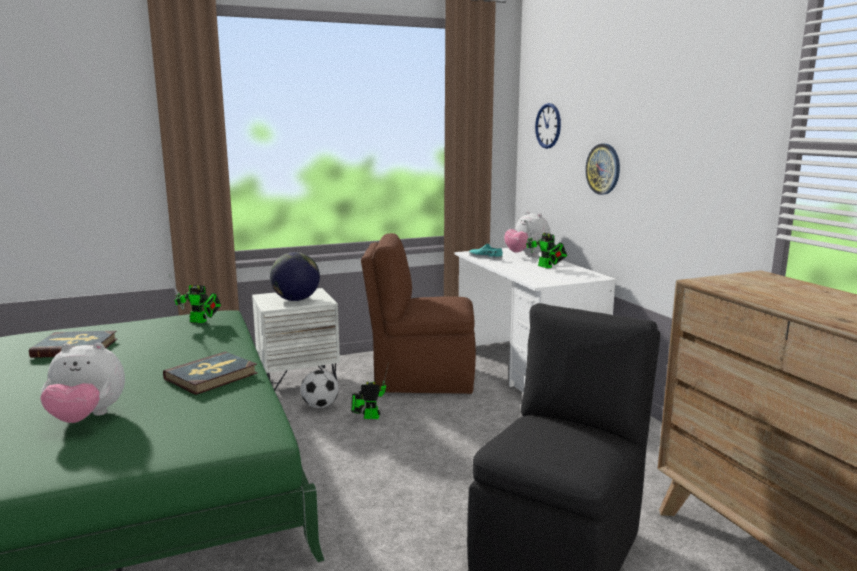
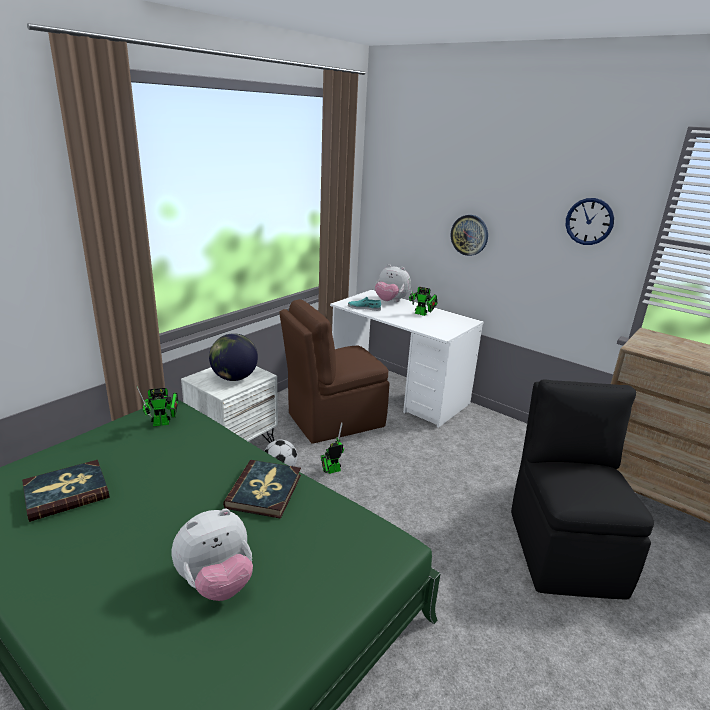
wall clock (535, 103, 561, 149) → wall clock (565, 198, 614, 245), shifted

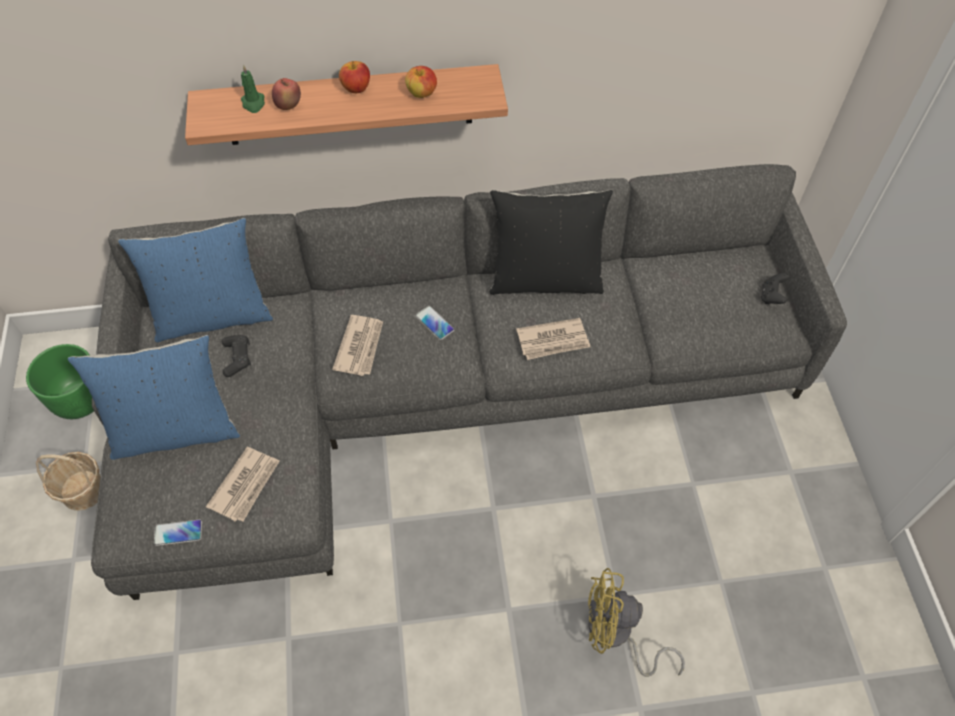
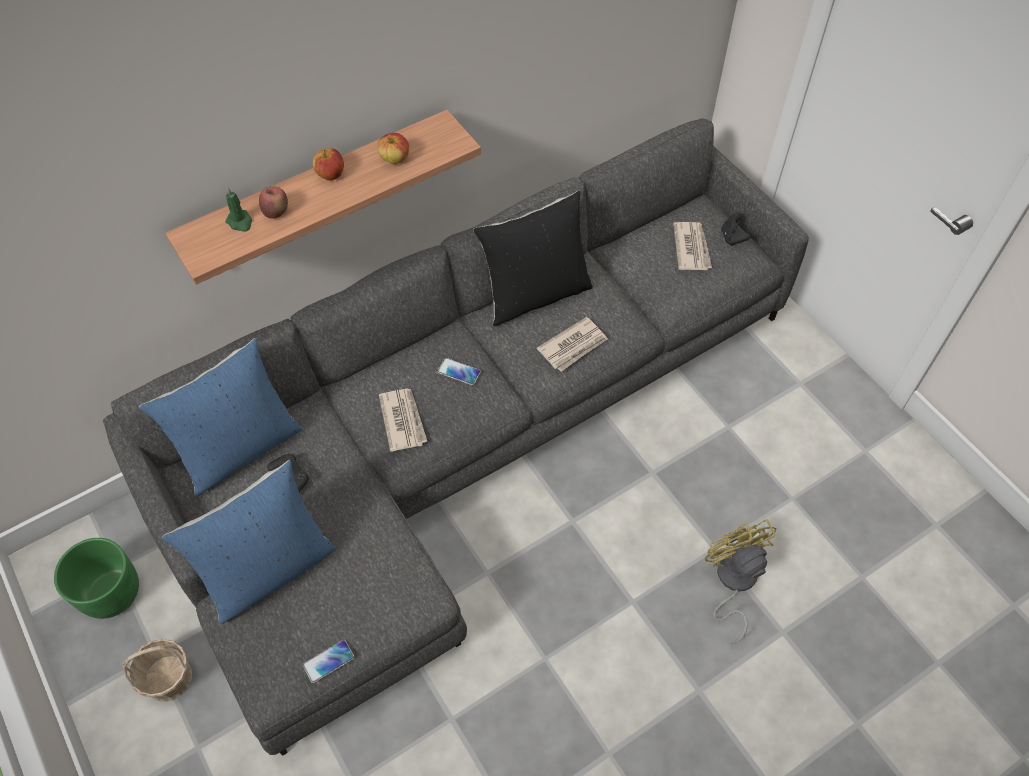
newspaper (206, 447, 279, 522) → newspaper (673, 222, 712, 270), shifted
yellow fan (588, 568, 685, 677) → yellow fan (705, 519, 776, 645), 90 degrees clockwise

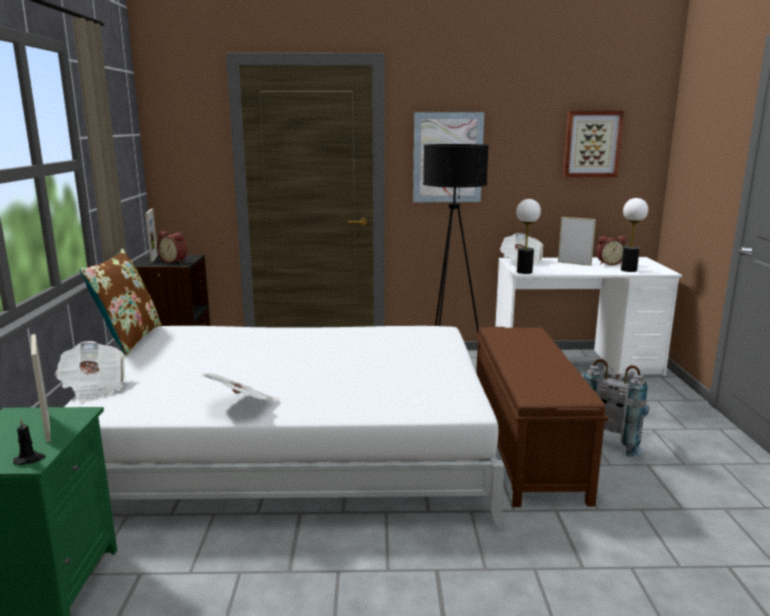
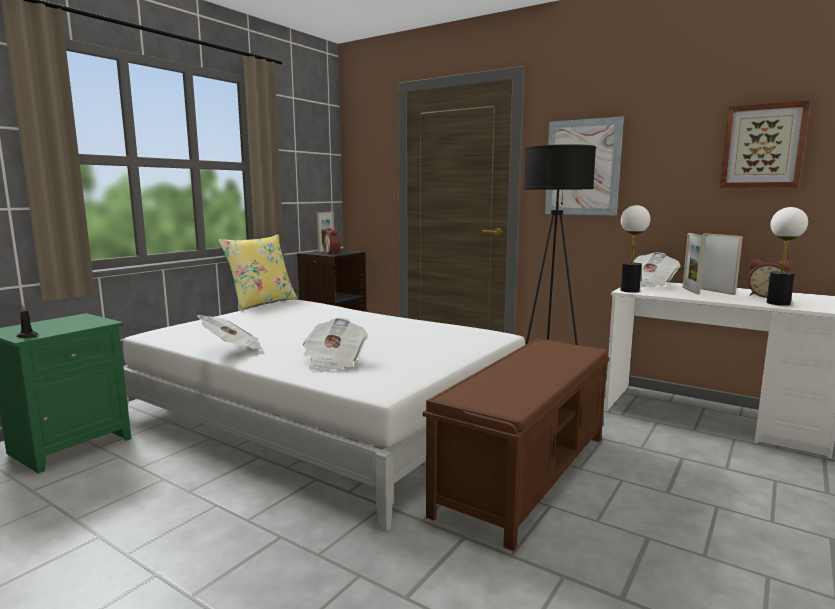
grey backpack (584, 359, 649, 457) → -
picture frame (31, 334, 51, 442) → picture frame (683, 233, 706, 295), shifted
newspaper (55, 341, 125, 402) → newspaper (303, 318, 368, 373), shifted
brown pillow (80, 249, 162, 356) → yellow pillow (218, 234, 297, 311)

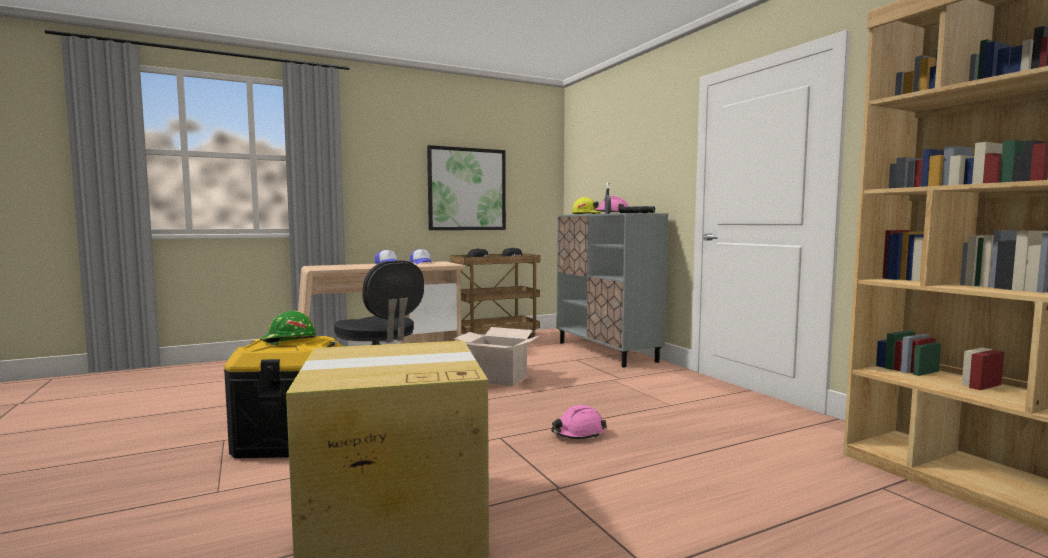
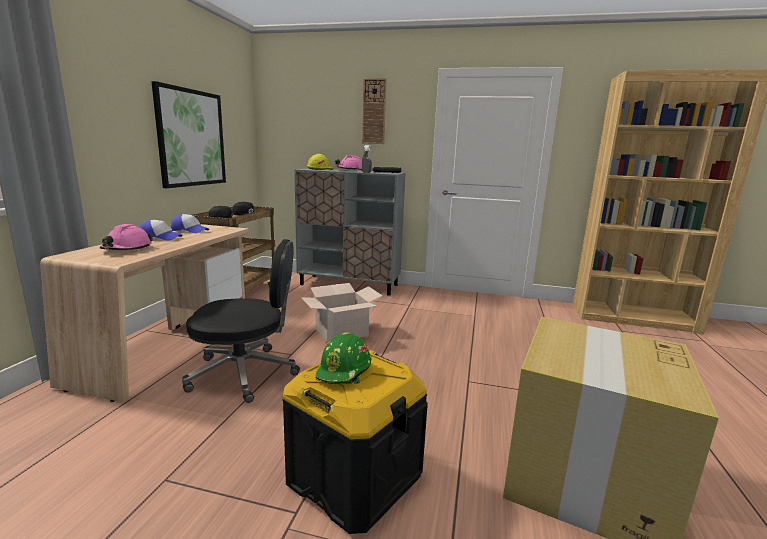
- → wall clock (362, 79, 387, 144)
pink hard hat (551, 405, 607, 439) → pink hard hat (100, 224, 153, 250), shifted

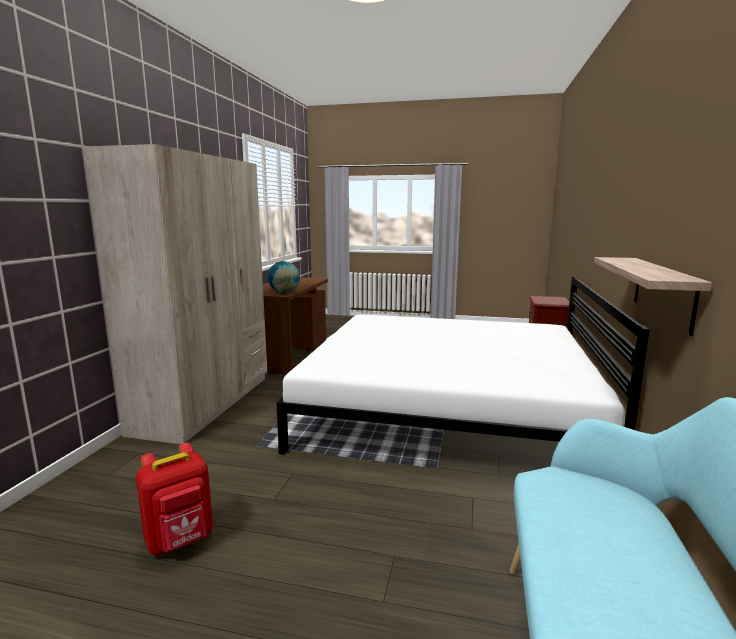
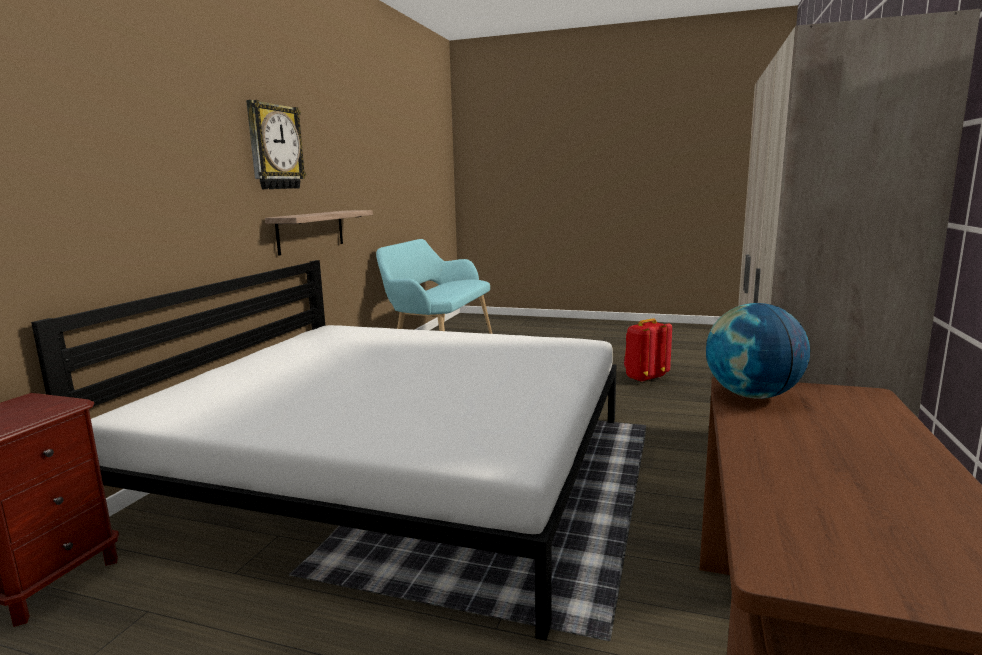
- → wall clock (246, 100, 307, 189)

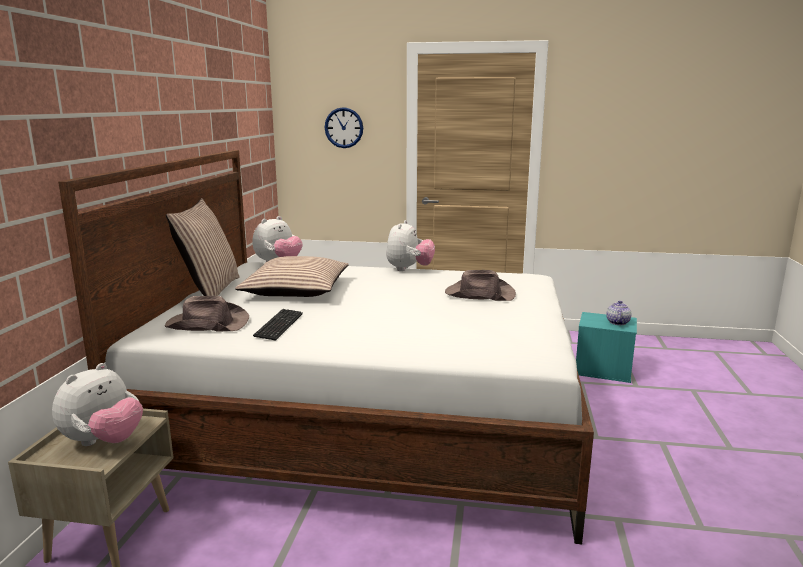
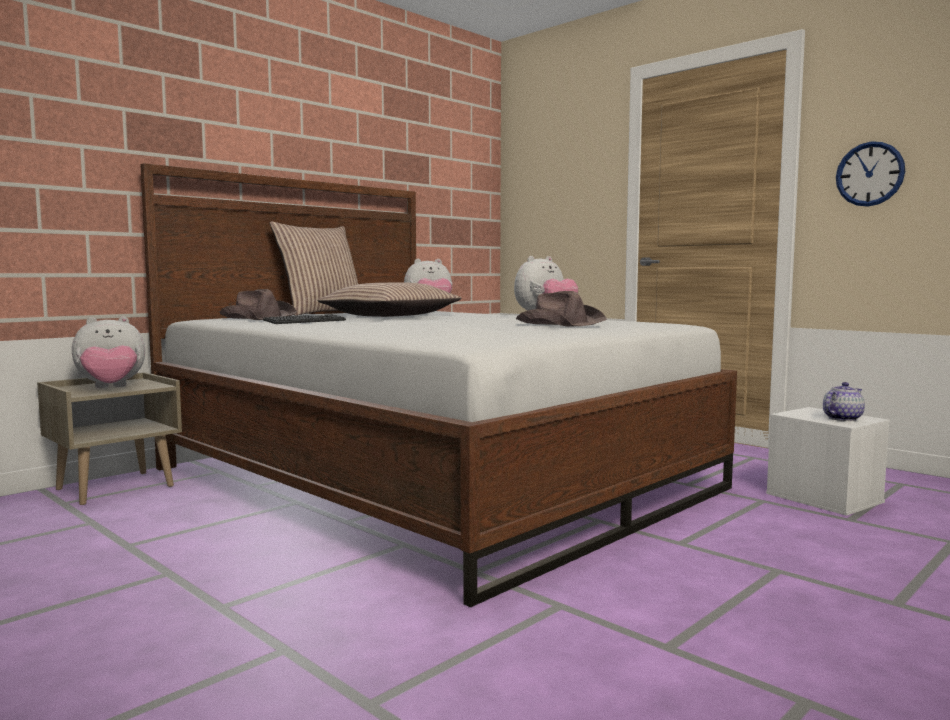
wall clock (325, 107, 363, 148) → wall clock (836, 141, 905, 207), shifted
turquoise storage box (576, 312, 637, 383) → white storage box (766, 407, 890, 516)

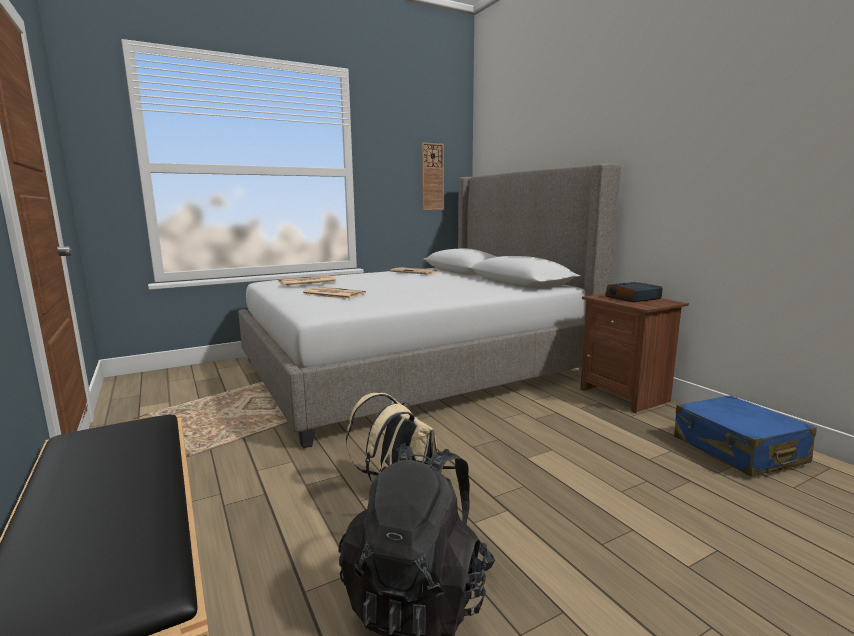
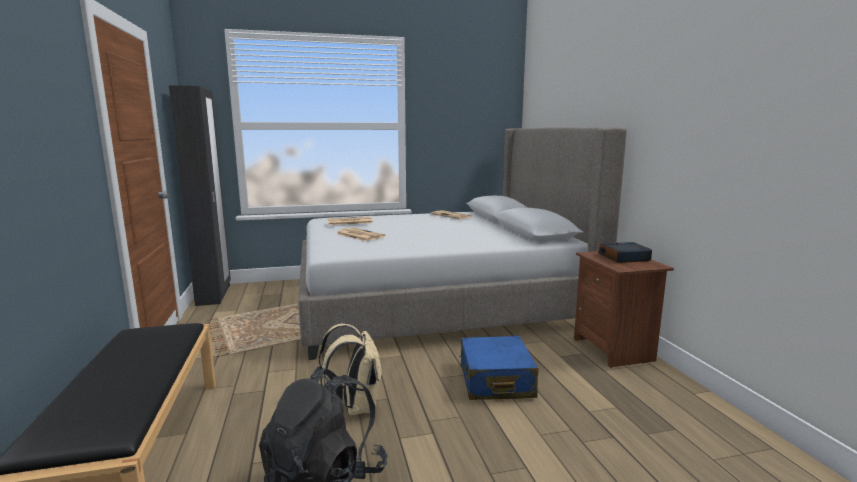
wall clock (422, 143, 444, 210) → -
- → black wardrobe (169, 85, 231, 306)
blue suitcase (674, 395, 817, 477) → blue suitcase (460, 336, 539, 400), shifted

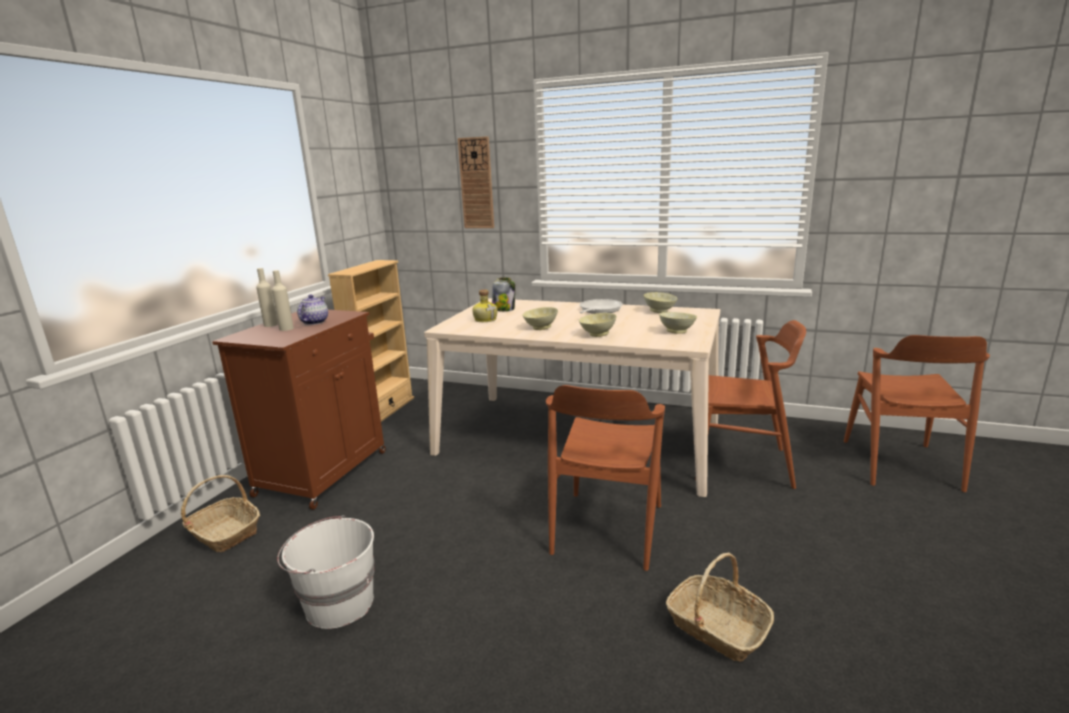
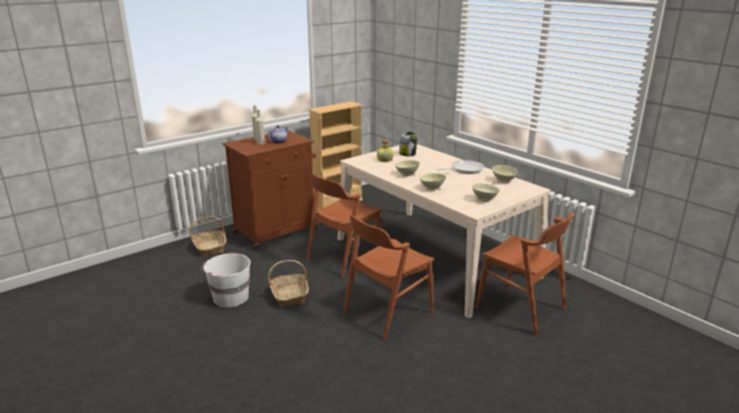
wall clock (458, 136, 494, 228) → -
basket (666, 553, 774, 662) → basket (268, 260, 309, 307), shifted
brown chair (844, 335, 990, 492) → brown chair (307, 174, 382, 278), shifted

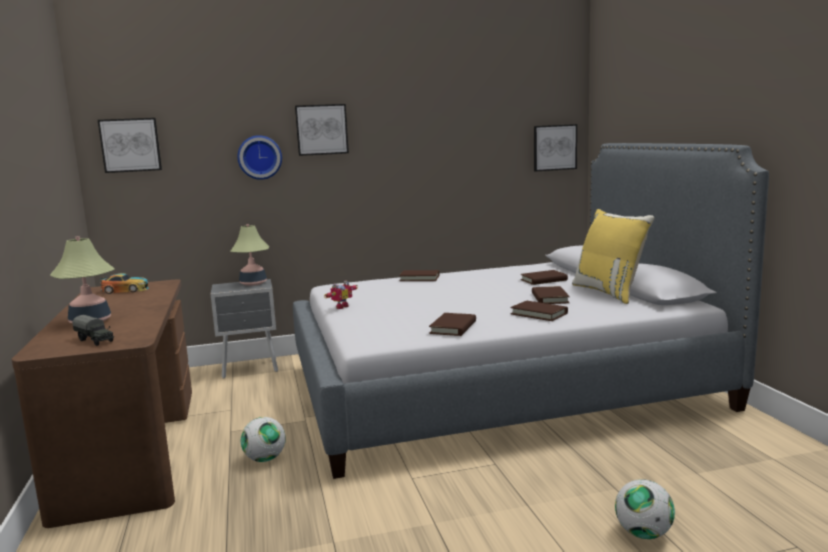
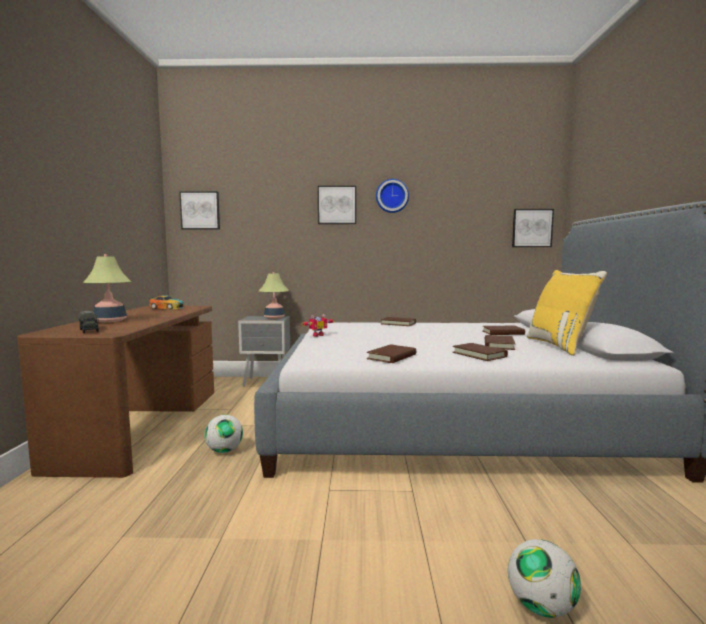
wall clock (237, 135, 282, 180) → wall clock (376, 179, 409, 213), shifted

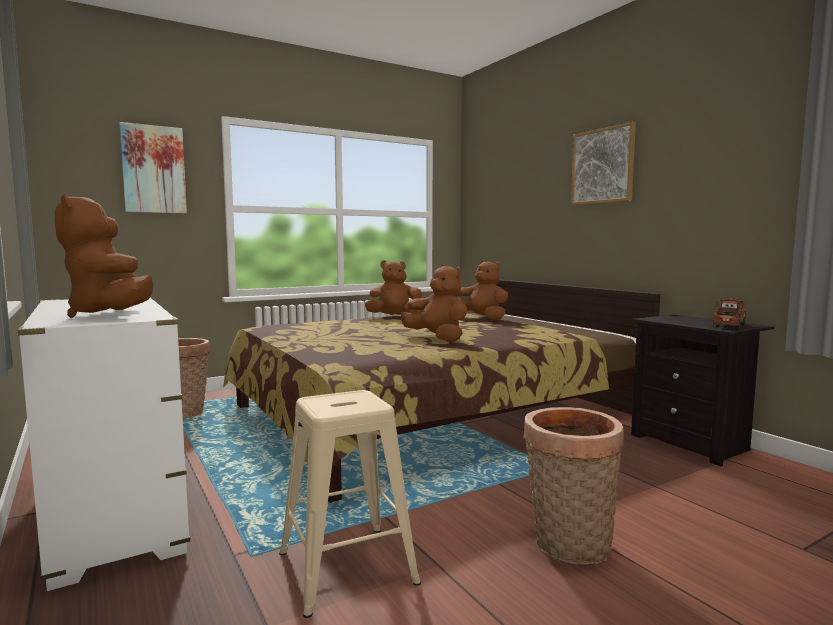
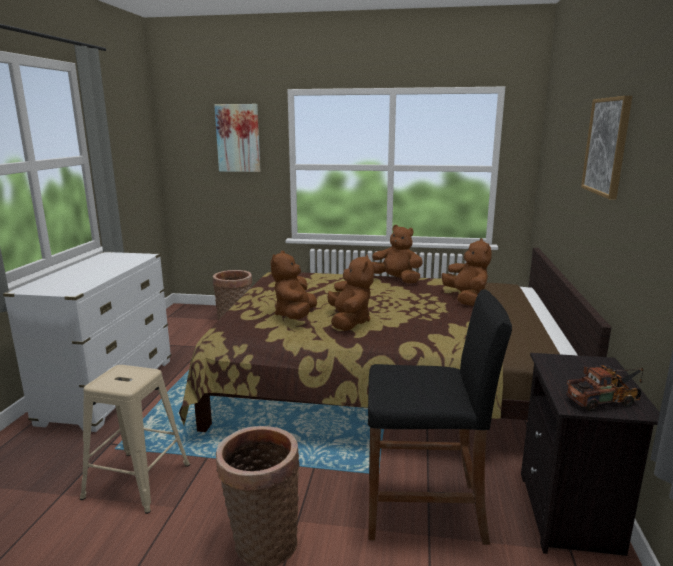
- → black stool (368, 289, 512, 545)
brown plush toy (55, 193, 154, 318) → brown plush toy (270, 251, 317, 319), shifted

